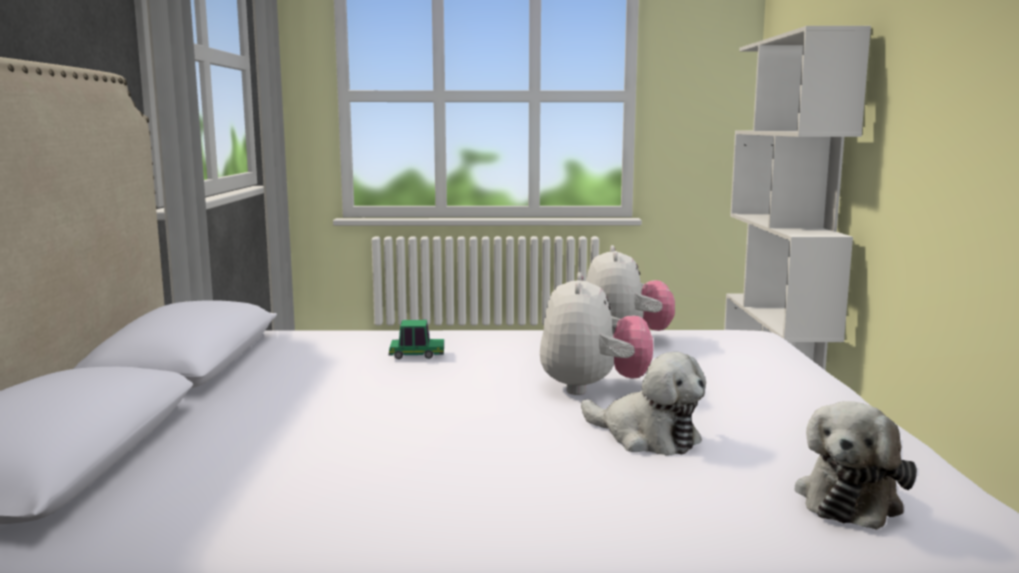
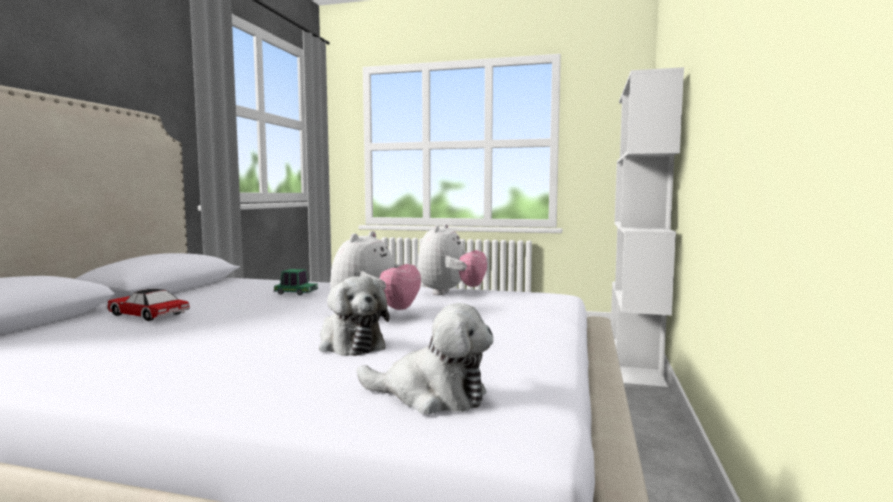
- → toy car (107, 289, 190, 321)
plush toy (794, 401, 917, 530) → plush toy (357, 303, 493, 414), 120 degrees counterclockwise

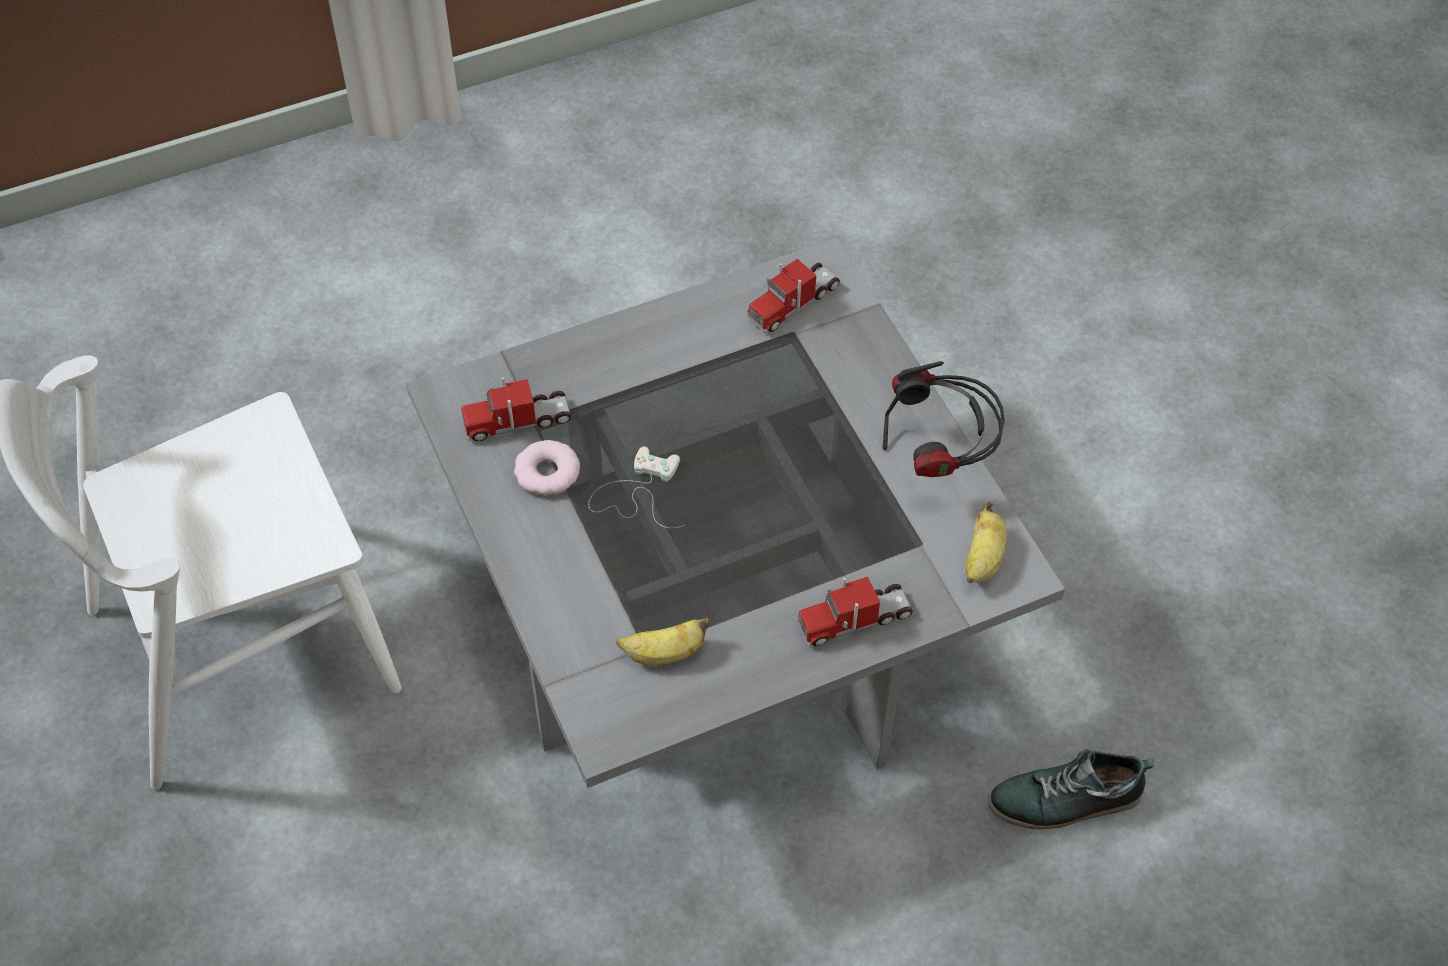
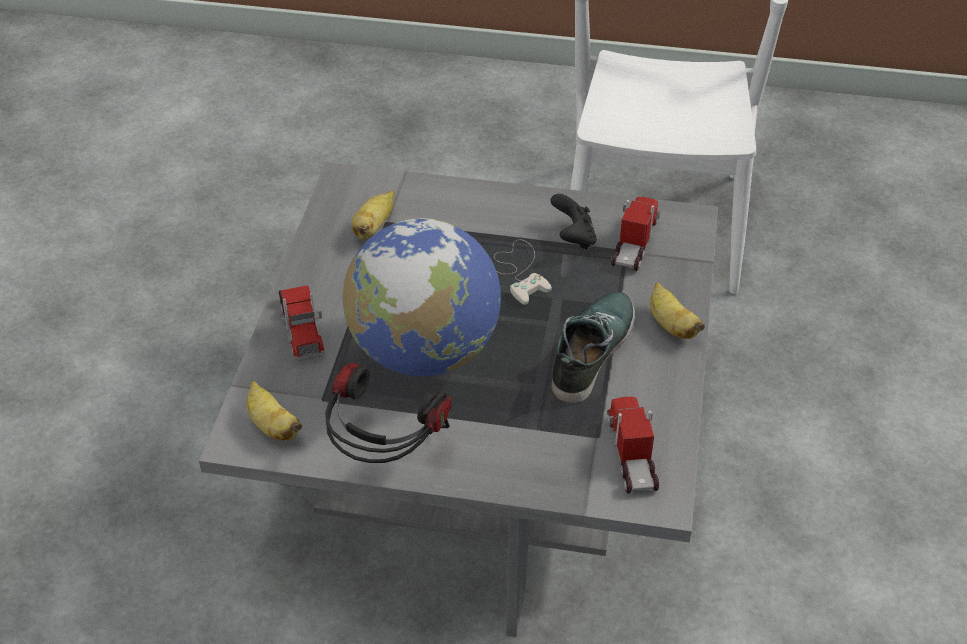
- → globe (343, 218, 501, 376)
- → banana (650, 282, 705, 339)
shoe (988, 749, 1154, 829) → shoe (551, 292, 635, 403), shifted
donut (514, 440, 580, 495) → black game controller (550, 194, 597, 249)
toy truck (797, 577, 913, 647) → toy truck (278, 285, 325, 361), 150 degrees clockwise

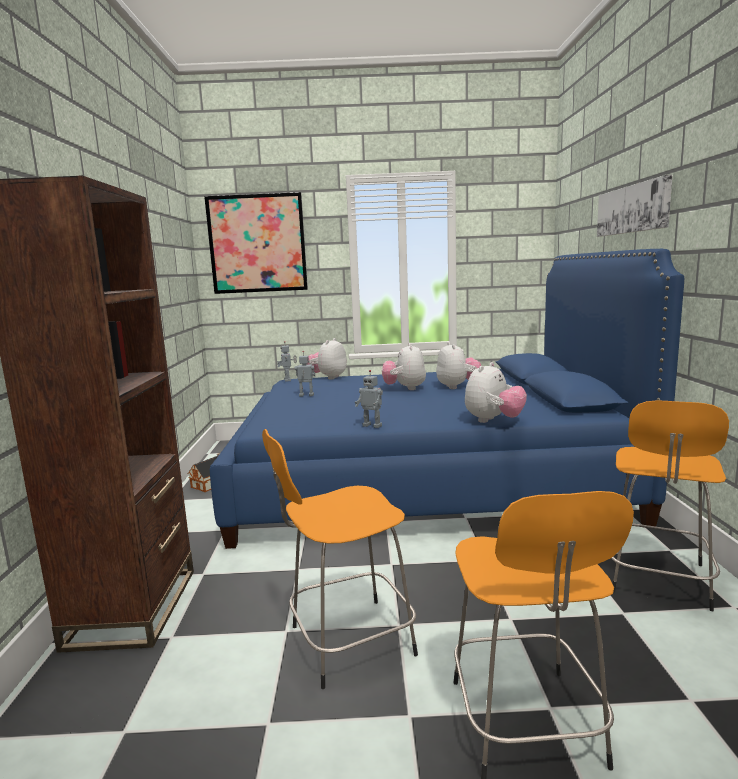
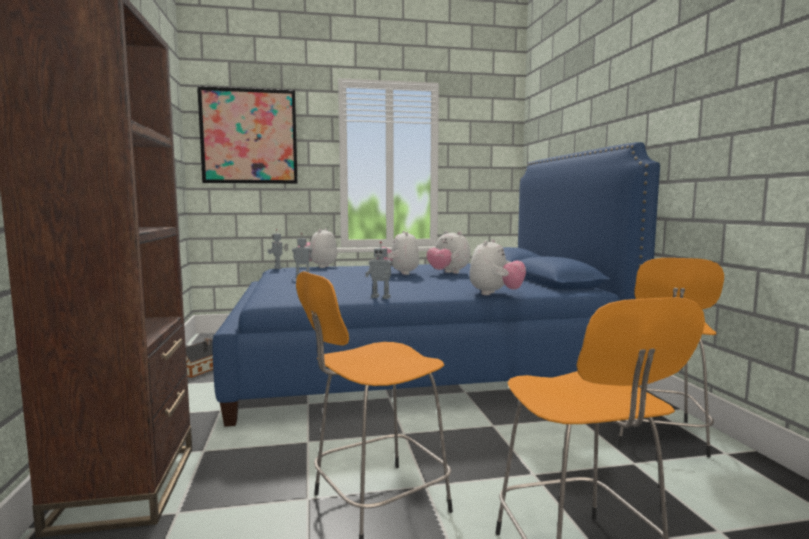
picture (597, 174, 673, 237) → -
plush toy (436, 342, 481, 389) → plush toy (427, 231, 470, 274), 150 degrees clockwise

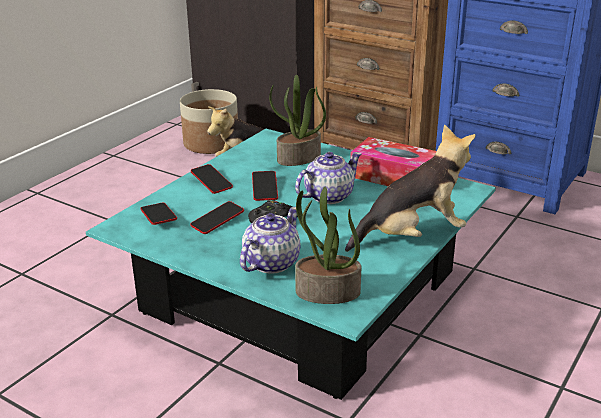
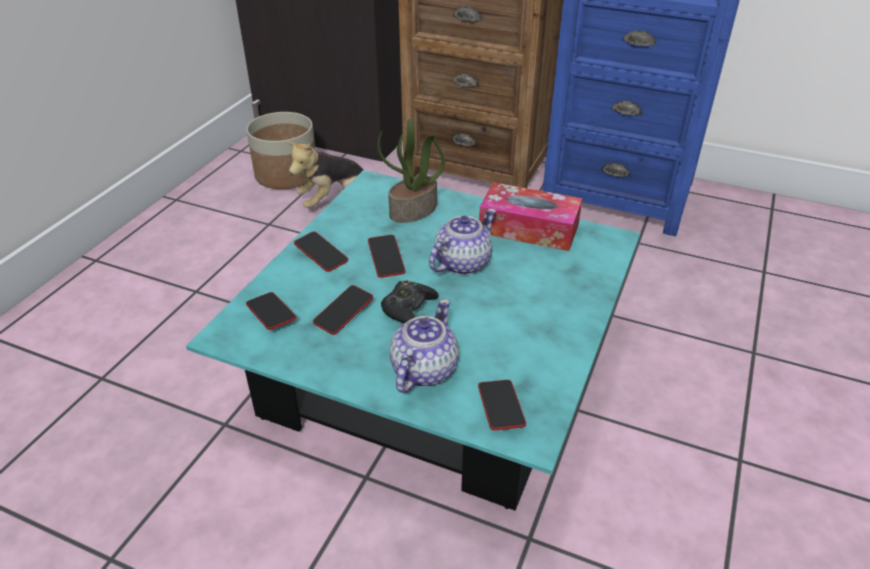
plush toy (345, 124, 476, 252) → -
potted plant (295, 187, 361, 304) → phone (478, 380, 526, 430)

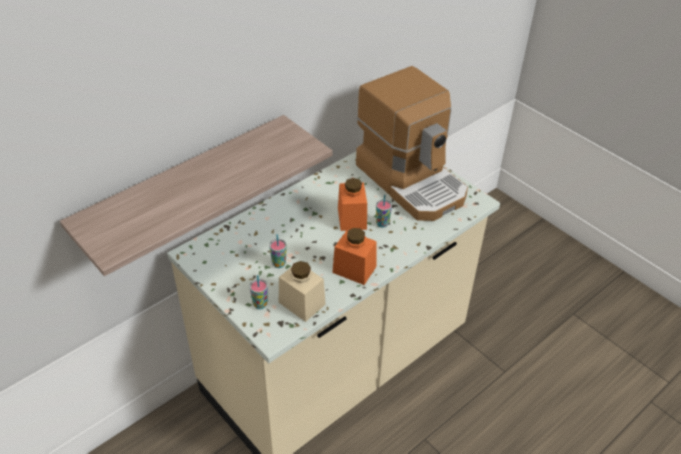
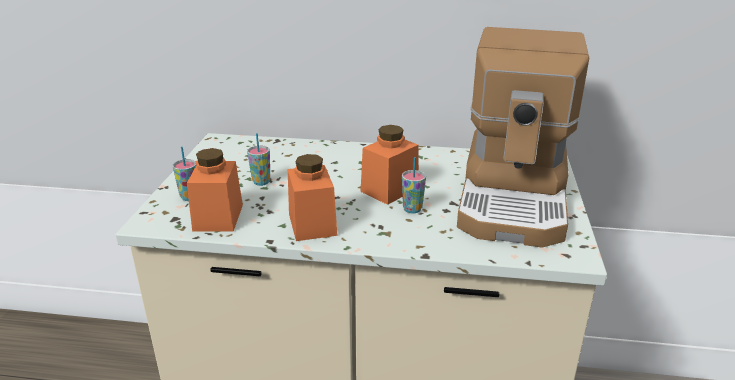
shelf (60, 115, 333, 276) → -
beige jar (279, 261, 326, 322) → orange jar (187, 148, 243, 231)

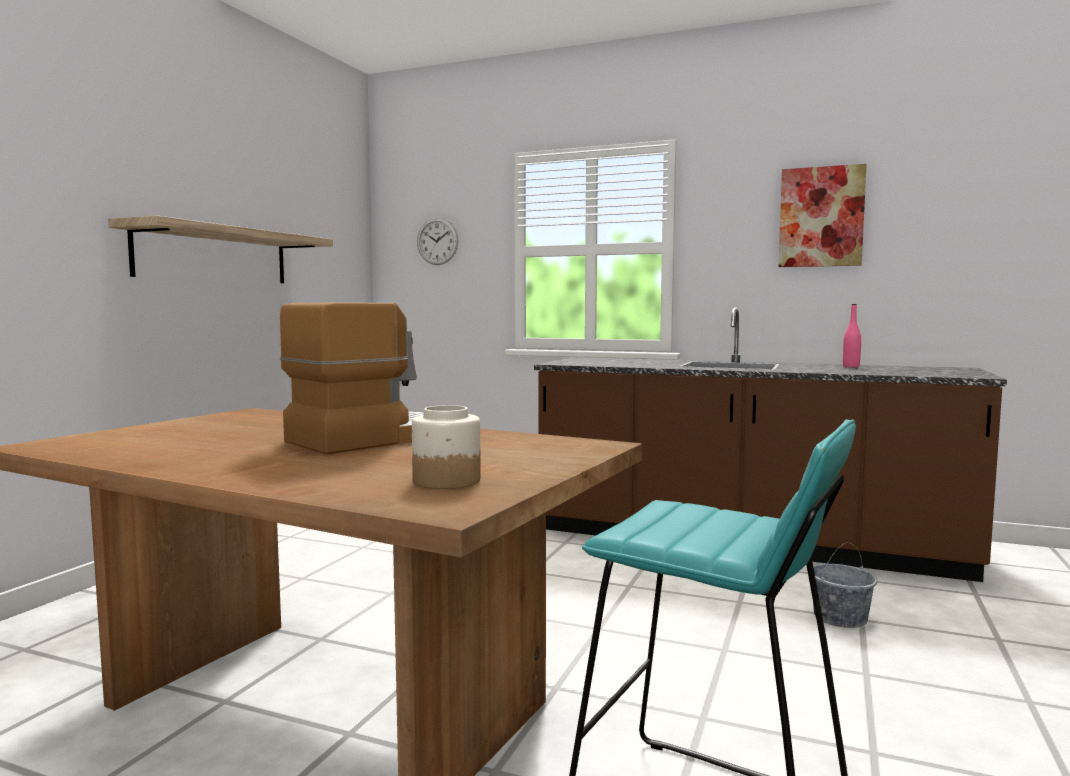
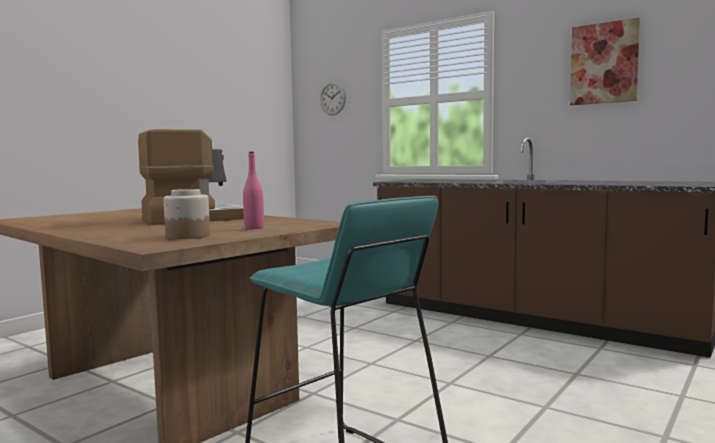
shelf (108, 215, 333, 283) → -
grey bucket (813, 542, 877, 628) → -
pink bottle (843, 304, 861, 367) → pink bottle (243, 152, 264, 229), shifted

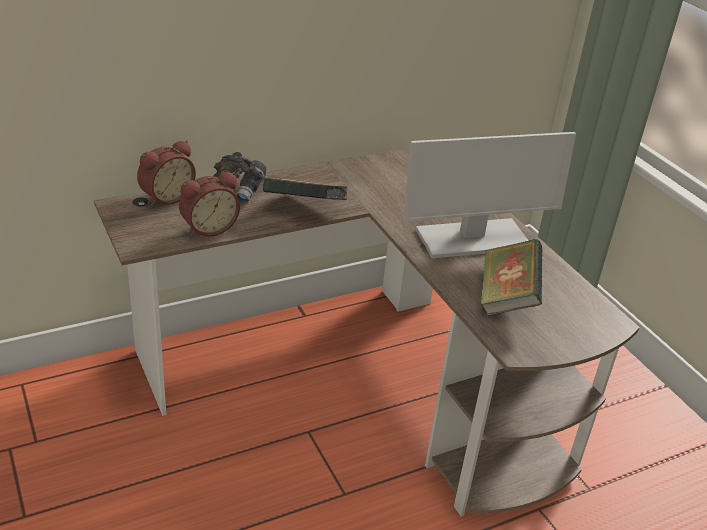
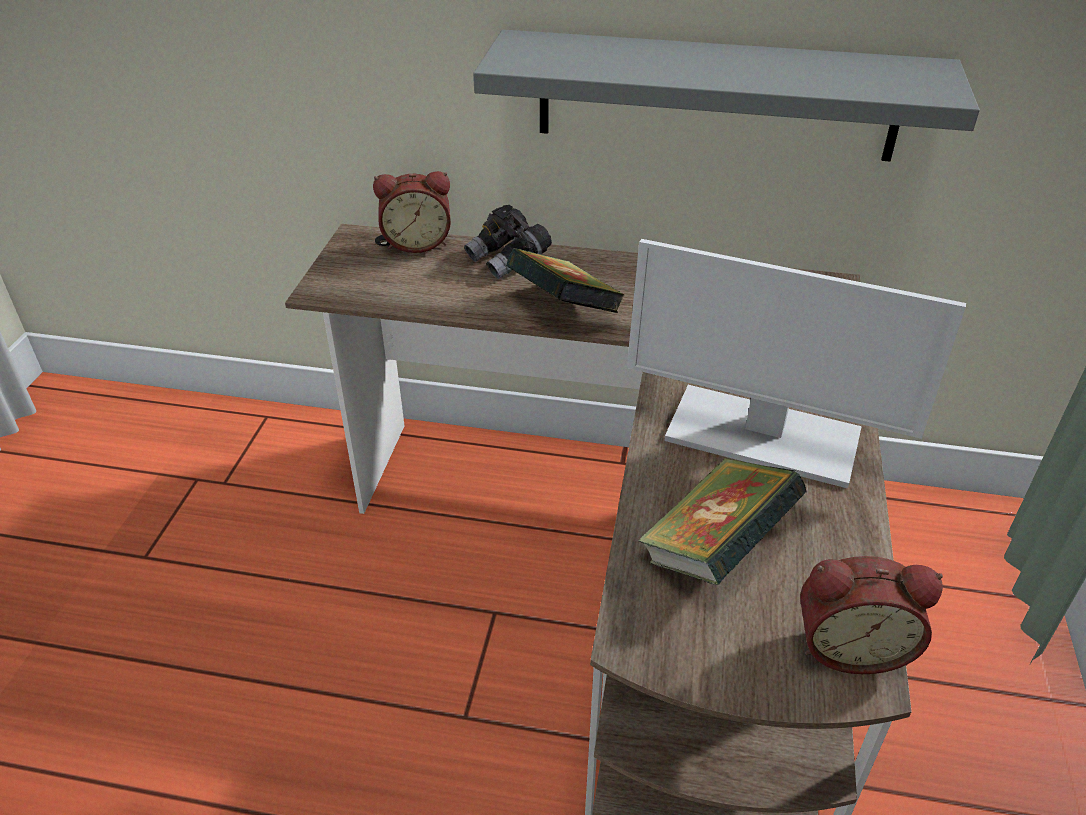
- → grey shelf (473, 30, 980, 161)
alarm clock (179, 172, 240, 237) → alarm clock (800, 556, 943, 674), shifted

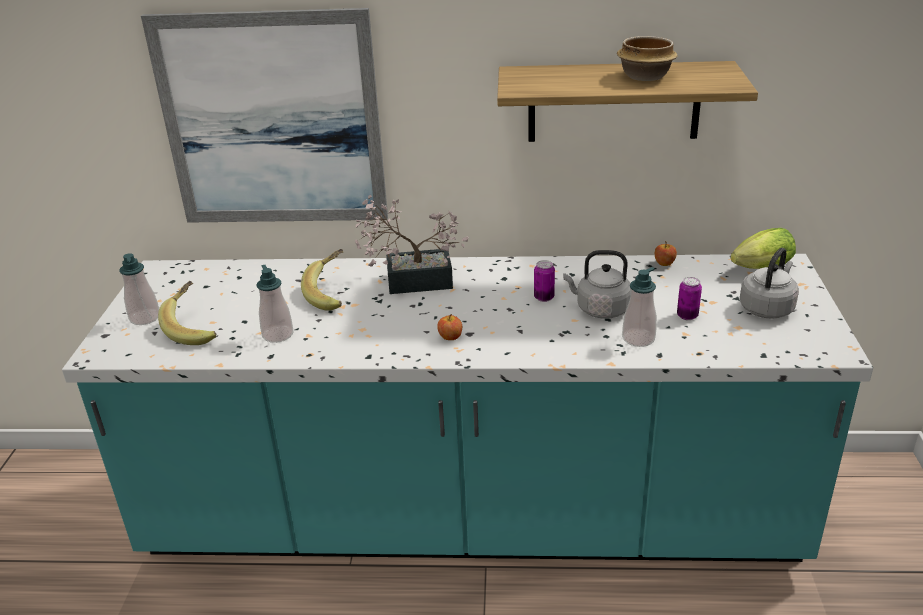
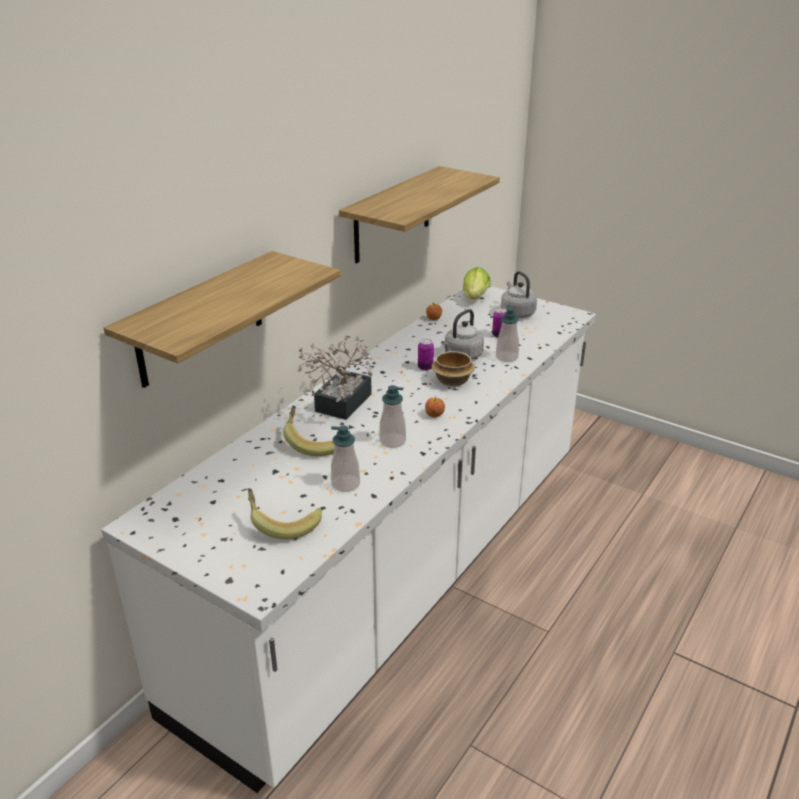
soap dispenser (119, 253, 159, 325) → soap dispenser (379, 385, 406, 448), shifted
bowl (617, 36, 678, 81) → bowl (432, 351, 475, 387), shifted
picture (141, 8, 388, 223) → shelf (104, 251, 341, 388)
turquoise counter (62, 254, 873, 562) → white counter (101, 286, 596, 793)

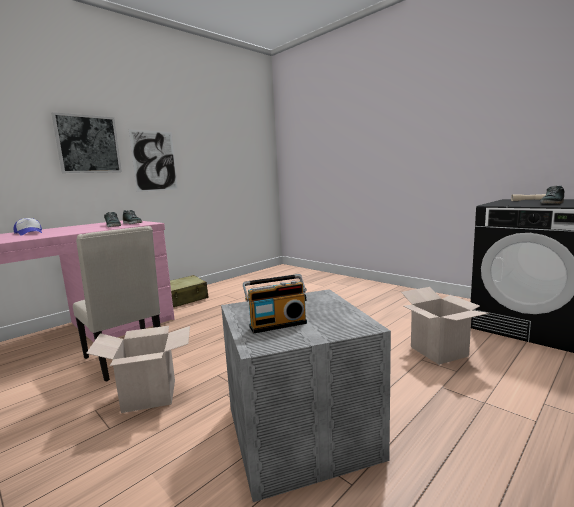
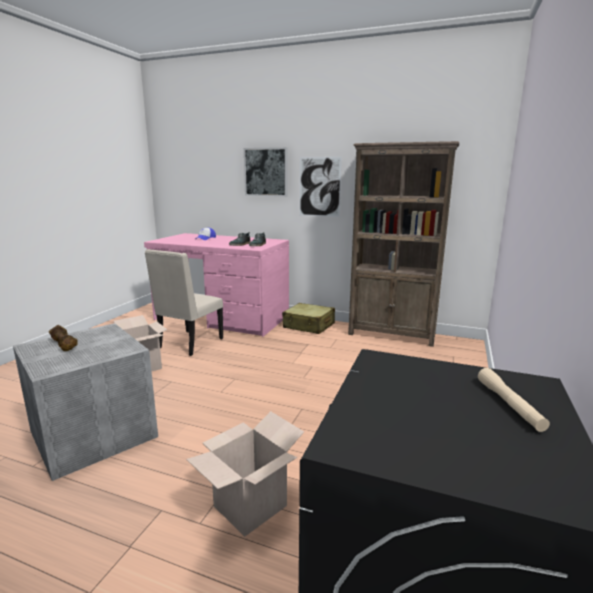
shoe (540, 186, 565, 204) → -
- → brown bookcase (348, 141, 459, 347)
radio (243, 274, 307, 333) → brown dumbbell (49, 325, 78, 351)

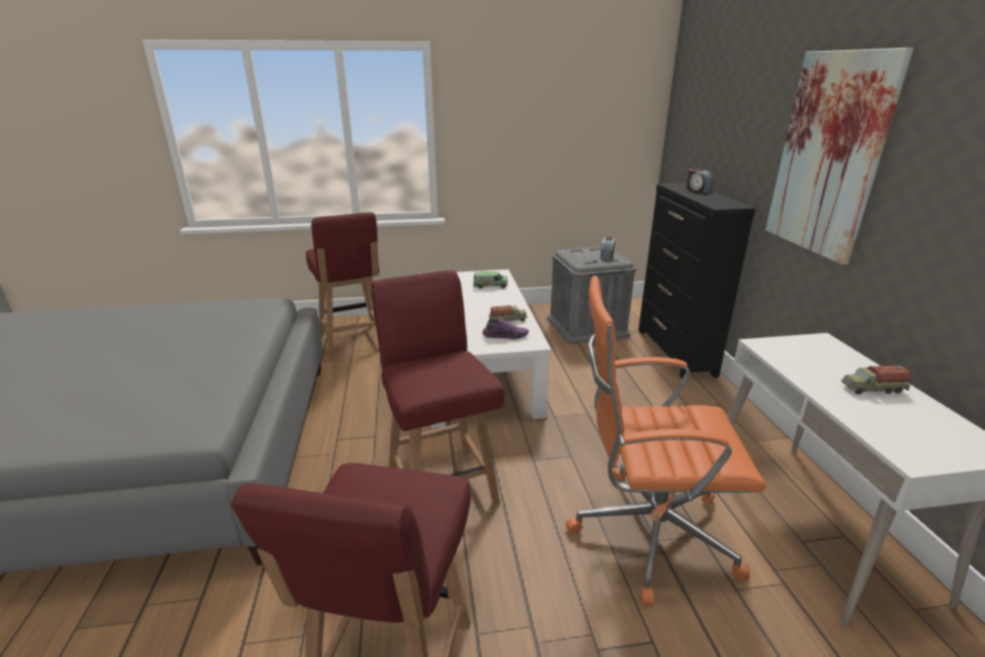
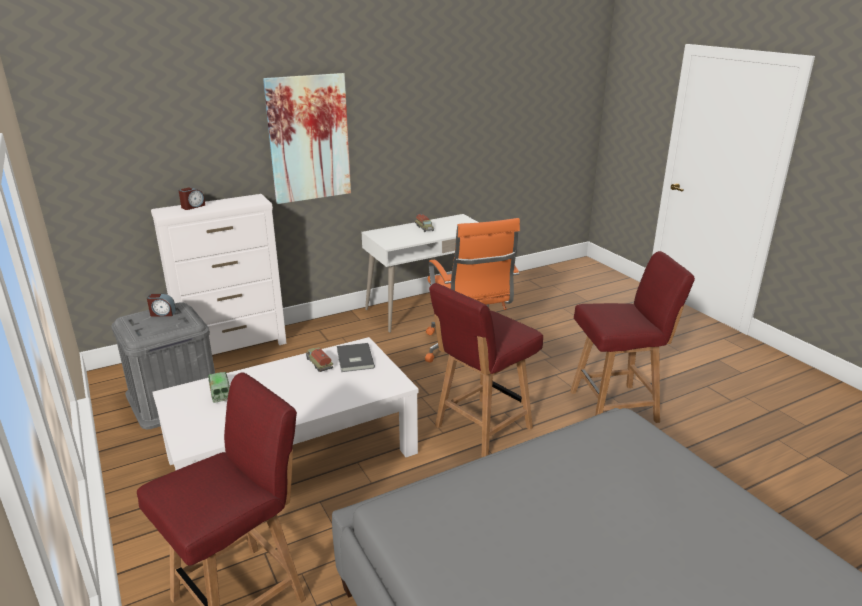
purple shoe (482, 317, 529, 339) → grey book (337, 343, 375, 372)
black dresser (638, 183, 756, 379) → white dresser (151, 194, 287, 355)

